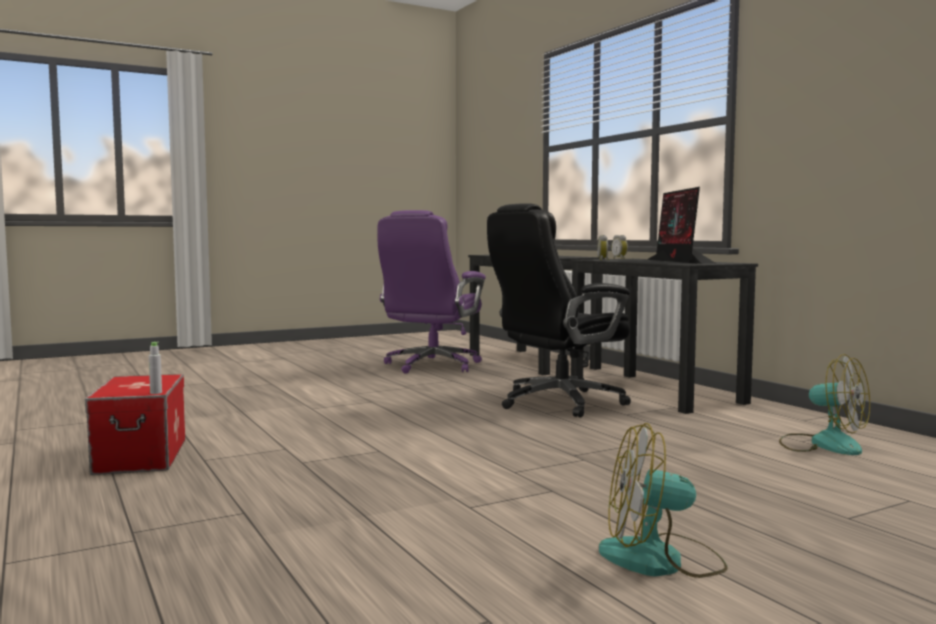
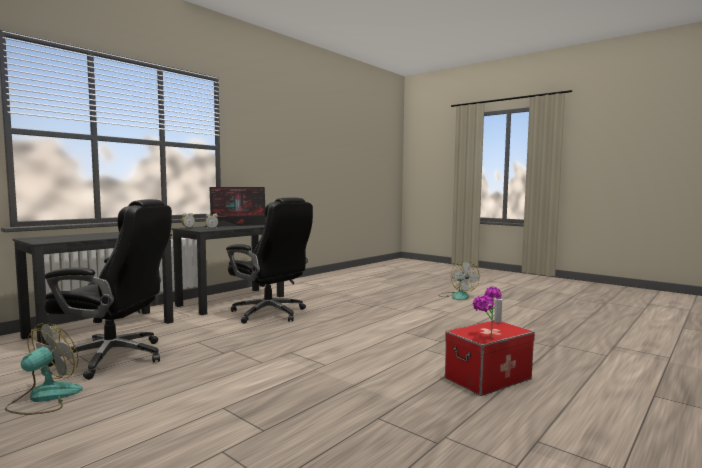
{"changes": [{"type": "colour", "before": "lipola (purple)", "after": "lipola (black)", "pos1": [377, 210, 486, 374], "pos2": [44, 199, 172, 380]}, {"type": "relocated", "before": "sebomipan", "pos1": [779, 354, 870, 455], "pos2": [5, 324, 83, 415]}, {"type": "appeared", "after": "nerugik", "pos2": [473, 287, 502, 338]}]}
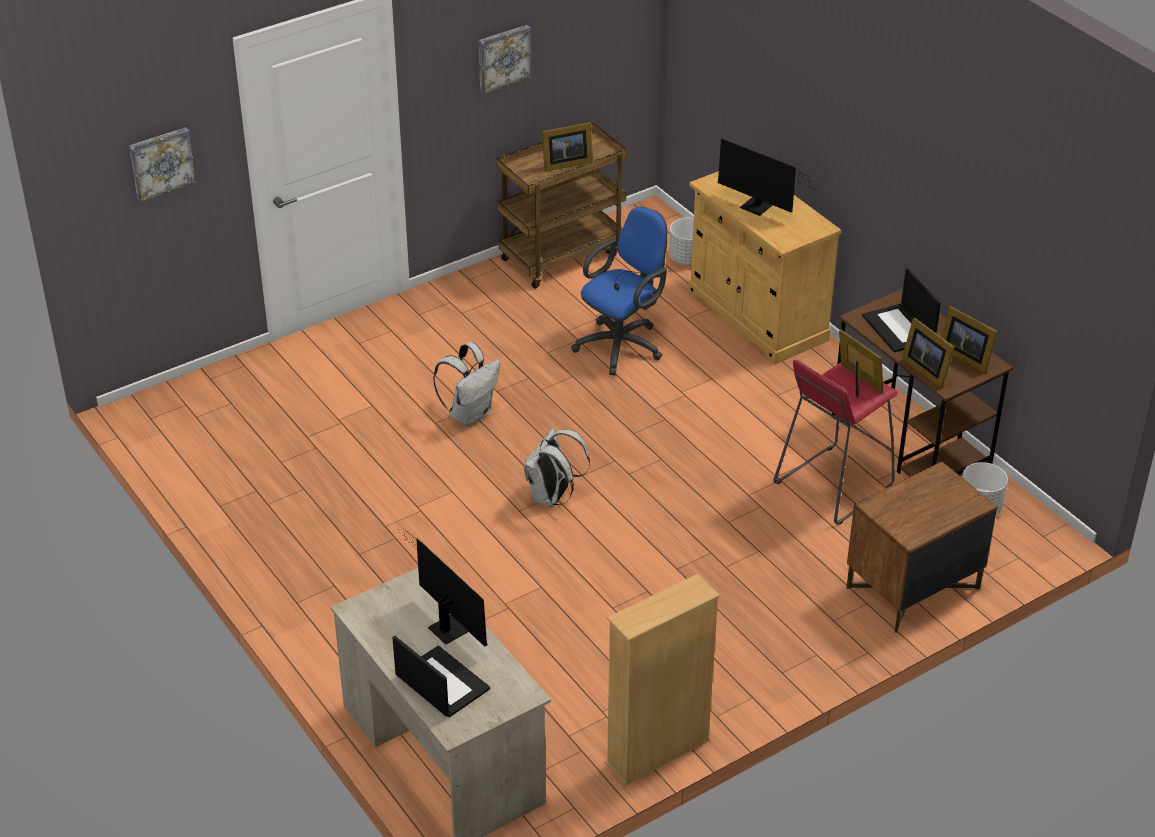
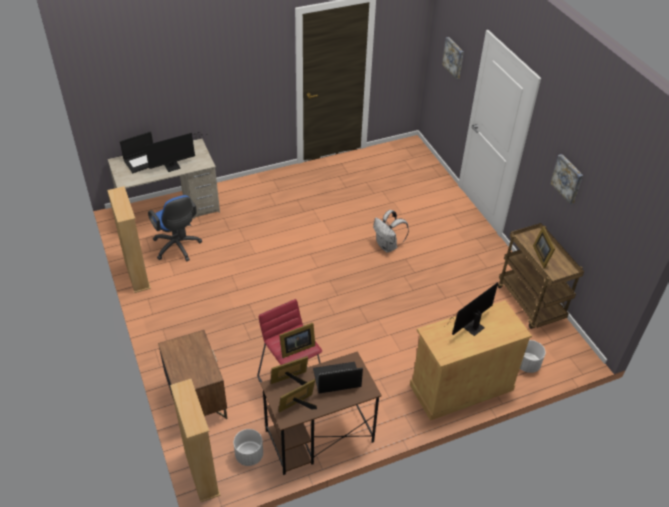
{"changes": [{"type": "missing", "before": "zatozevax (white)", "pos1": [524, 428, 590, 507]}, {"type": "relocated", "before": "lipola (blue)", "pos1": [571, 207, 667, 375], "pos2": [148, 195, 202, 261]}, {"type": "appeared", "after": "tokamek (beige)", "pos2": [170, 379, 220, 502]}]}
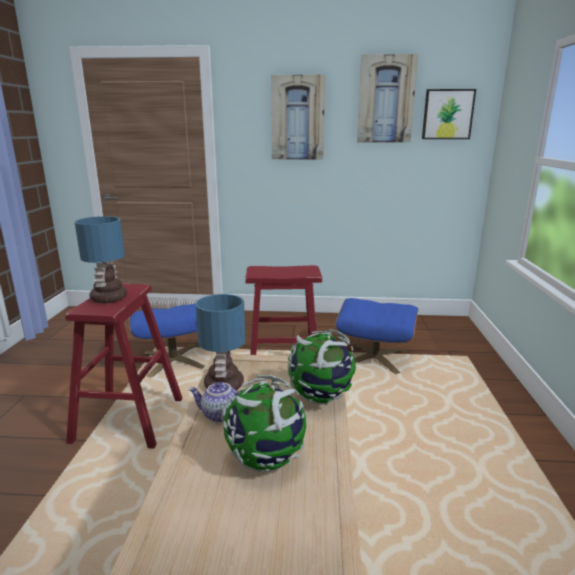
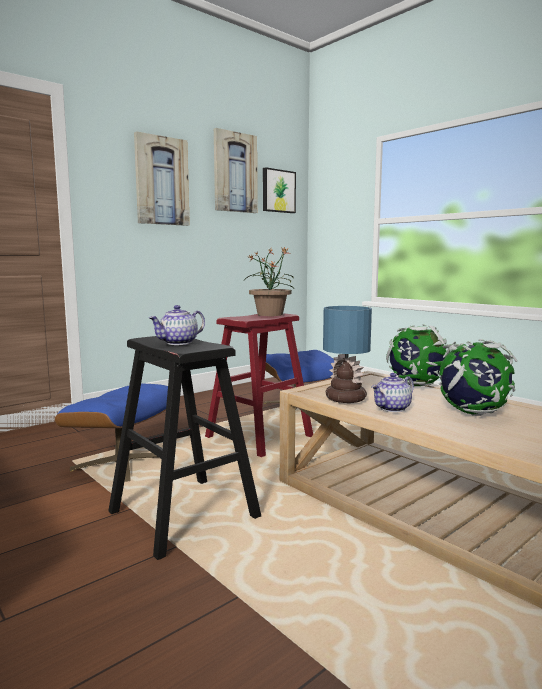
{"changes": [{"type": "colour", "before": "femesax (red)", "after": "femesax (black)", "pos1": [65, 283, 183, 449], "pos2": [108, 336, 261, 560]}, {"type": "exchanged", "before": "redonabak", "after": "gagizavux", "pos1": [75, 216, 127, 303], "pos2": [149, 305, 205, 345]}, {"type": "appeared", "after": "nerugik", "pos2": [244, 247, 294, 316]}]}
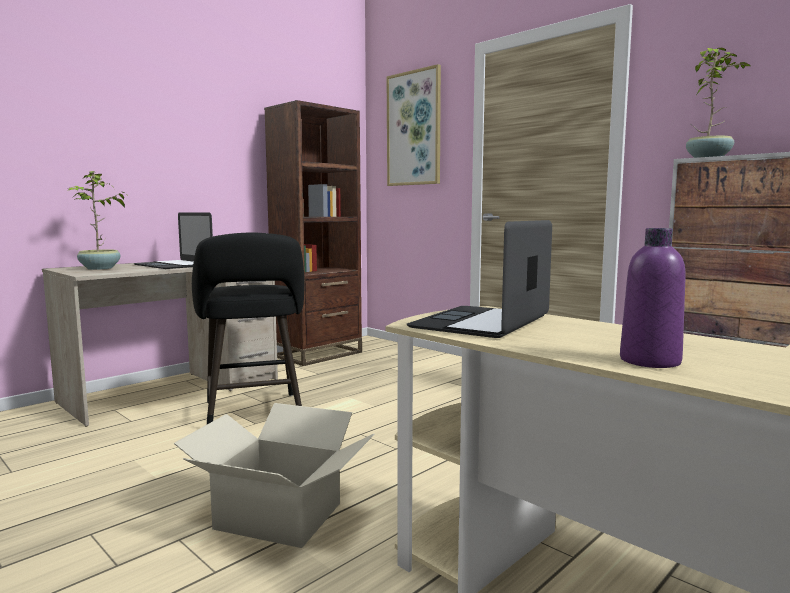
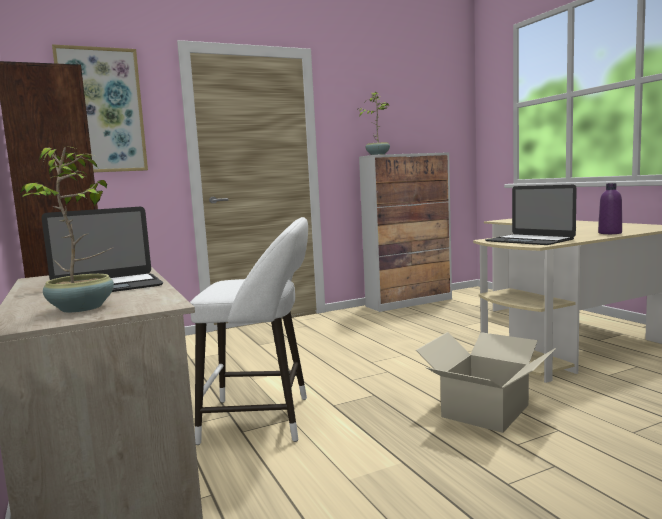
{"changes": [{"type": "colour", "before": "femesax (black)", "after": "femesax (white)", "pos1": [192, 233, 305, 424], "pos2": [190, 217, 308, 445]}]}
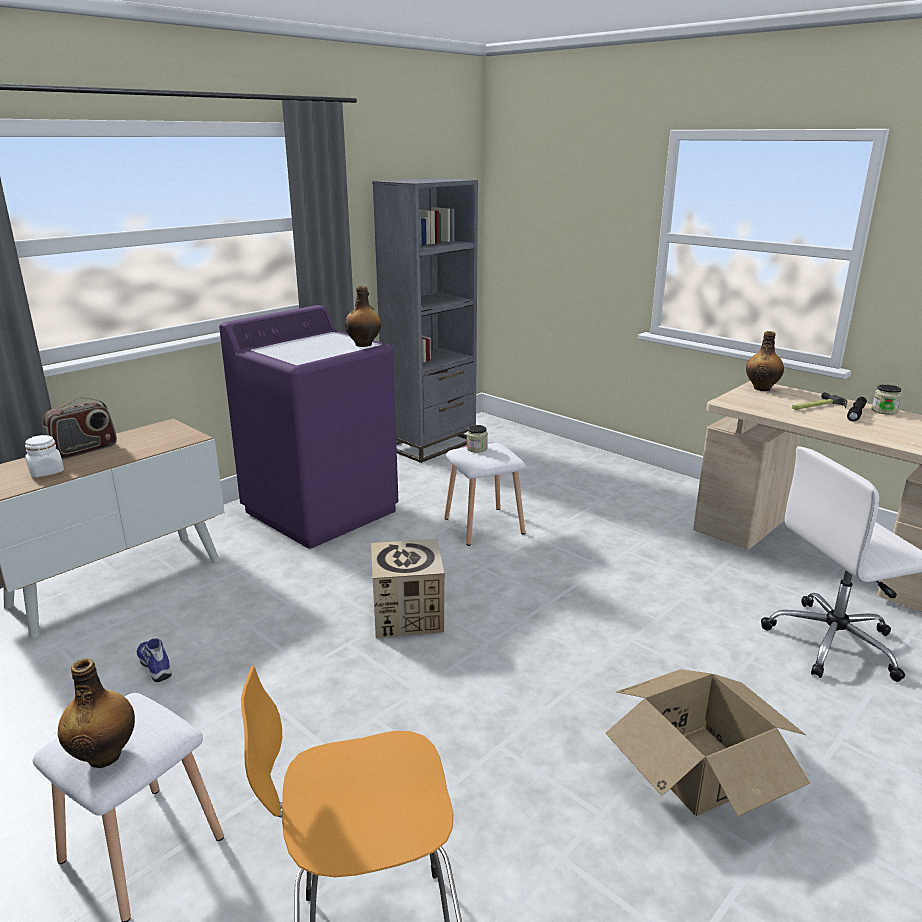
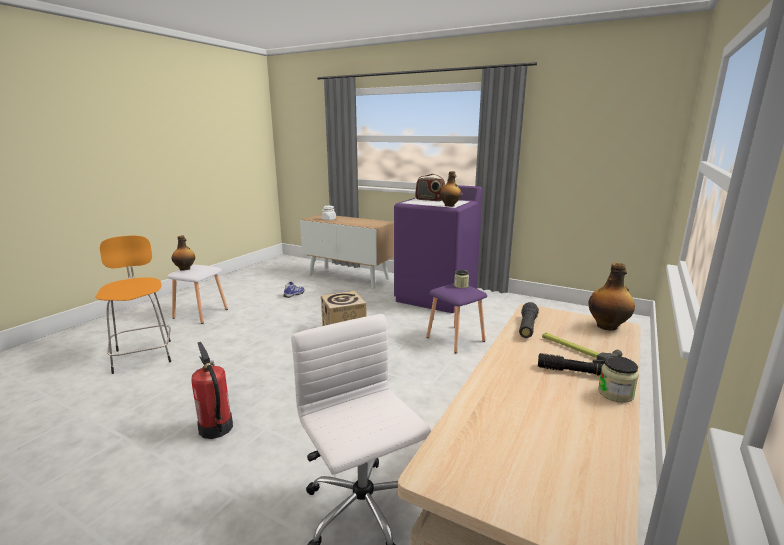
{"changes": [{"type": "relocated", "before": "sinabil", "pos1": [43, 398, 117, 460], "pos2": [415, 174, 445, 201]}, {"type": "missing", "before": "tokamek (grey)", "pos1": [372, 178, 478, 463]}, {"type": "colour", "before": "femesax (white)", "after": "femesax (purple)", "pos1": [444, 443, 526, 546], "pos2": [426, 283, 487, 353]}, {"type": "exchanged", "before": "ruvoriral", "after": "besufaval", "pos1": [606, 669, 810, 817], "pos2": [191, 342, 233, 439]}, {"type": "appeared", "after": "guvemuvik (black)", "pos2": [519, 302, 539, 338]}]}
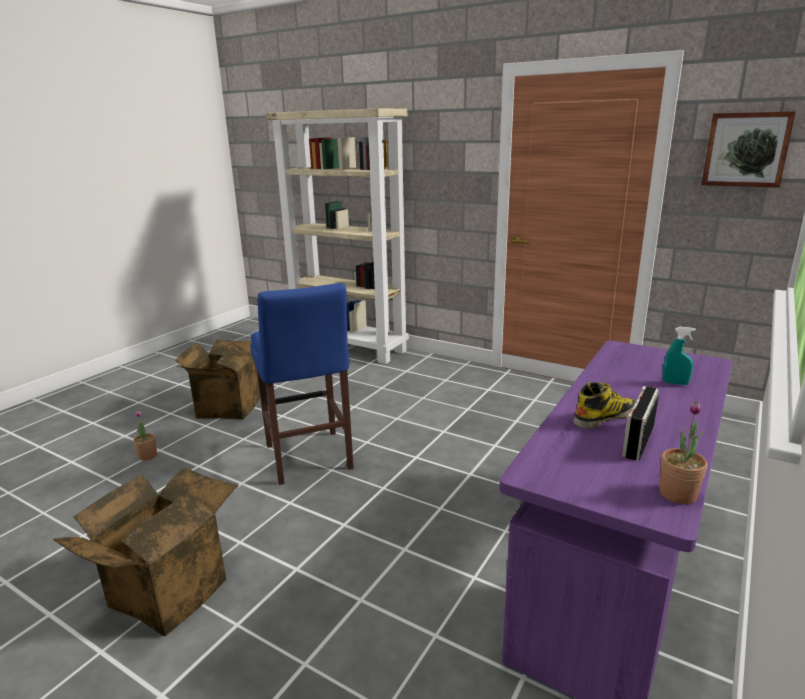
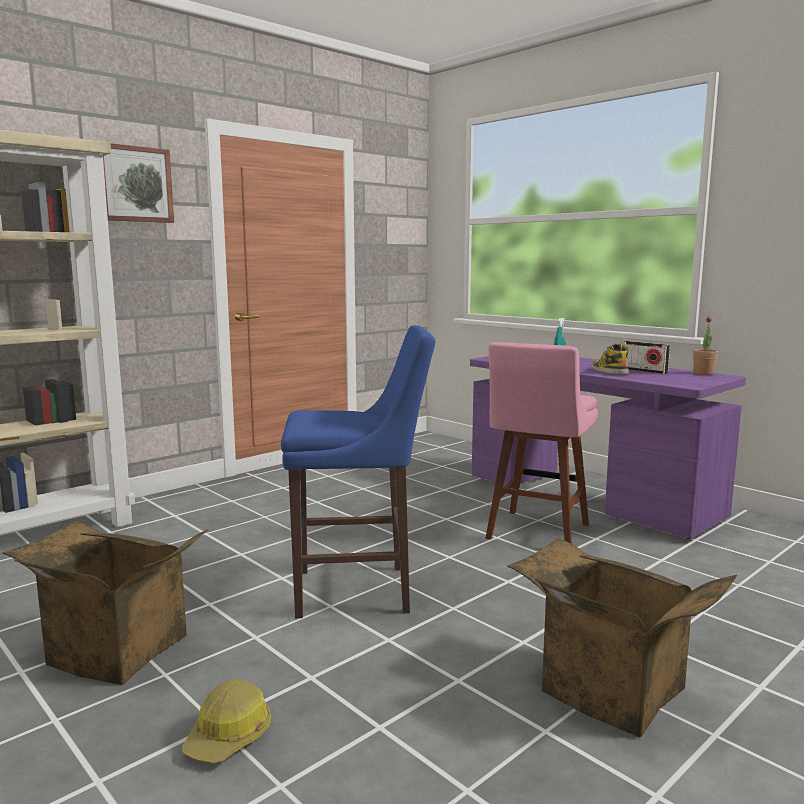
{"changes": [{"type": "exchanged", "before": "nerugik", "after": "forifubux", "pos1": [133, 411, 157, 461], "pos2": [182, 680, 271, 764]}, {"type": "relocated", "before": "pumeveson", "pos1": [701, 111, 796, 188], "pos2": [103, 143, 174, 223]}, {"type": "appeared", "after": "femesax (pink)", "pos2": [485, 342, 598, 544]}]}
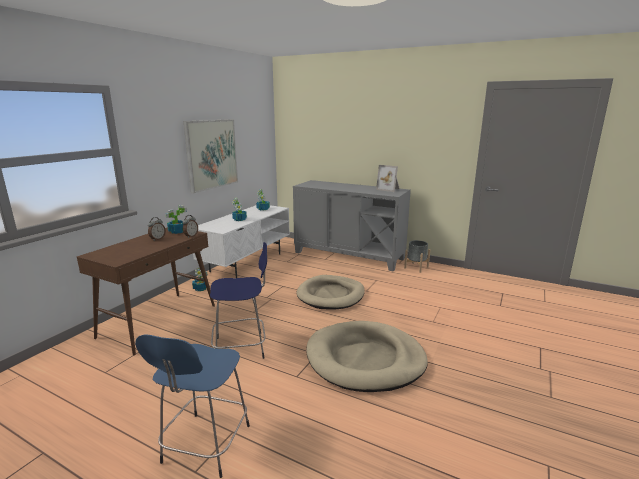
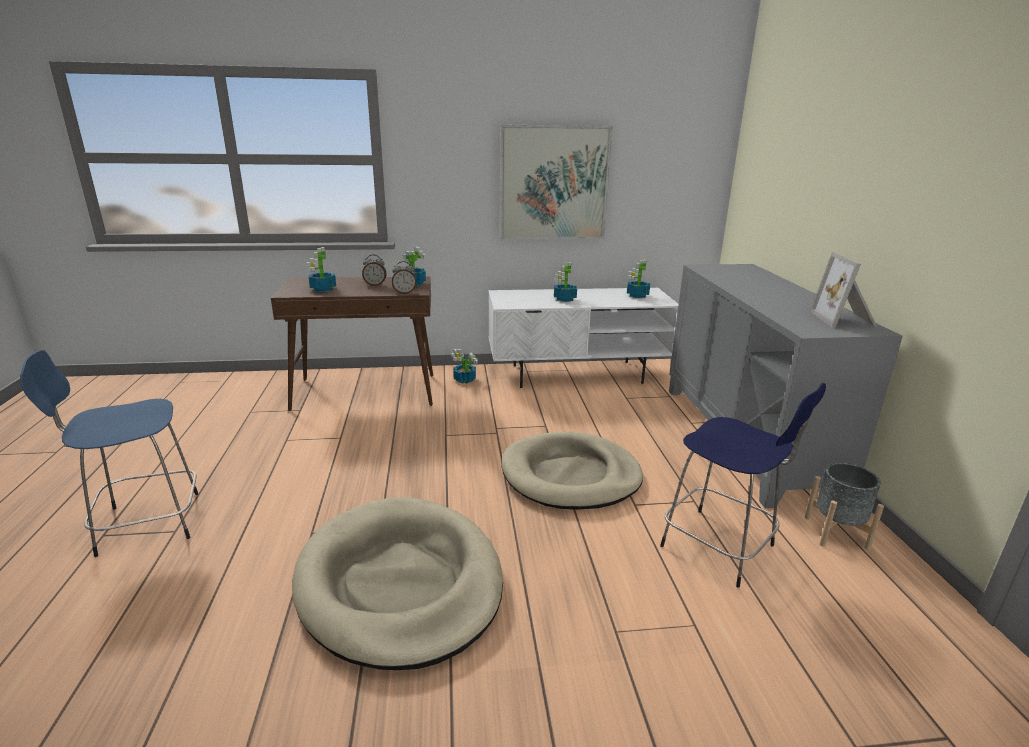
{"changes": [{"type": "relocated", "before": "femesax (blue)", "pos1": [210, 242, 267, 359], "pos2": [660, 383, 826, 588]}, {"type": "appeared", "after": "nerugik", "pos2": [307, 247, 336, 292]}]}
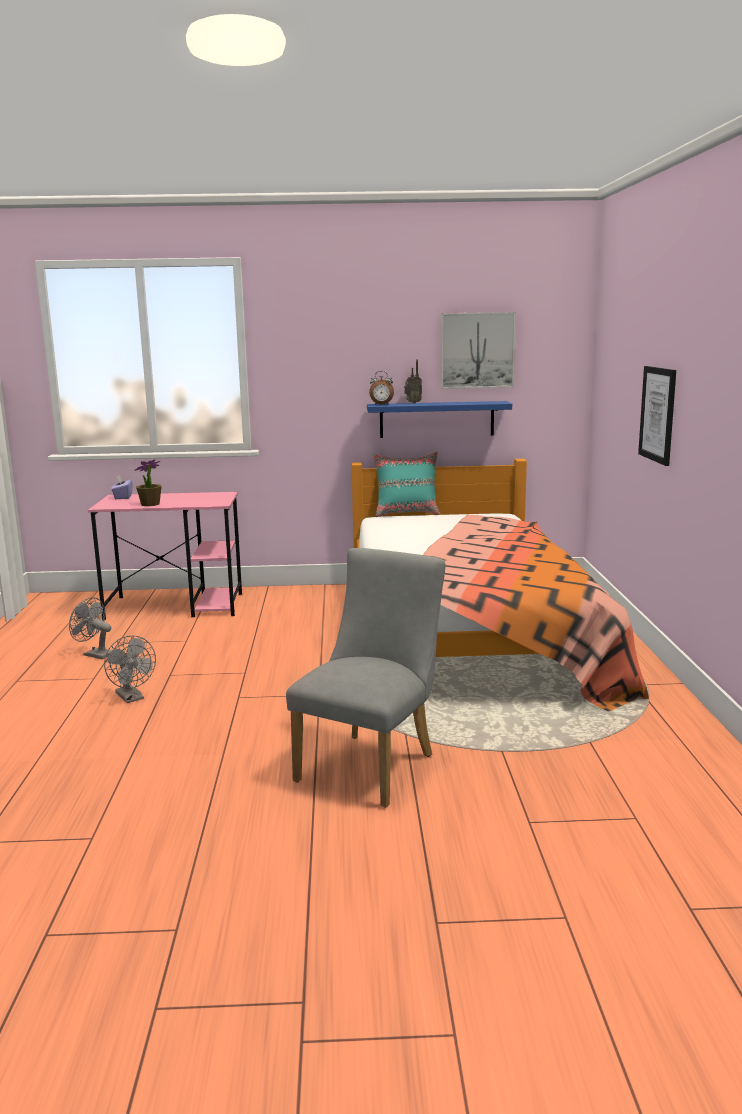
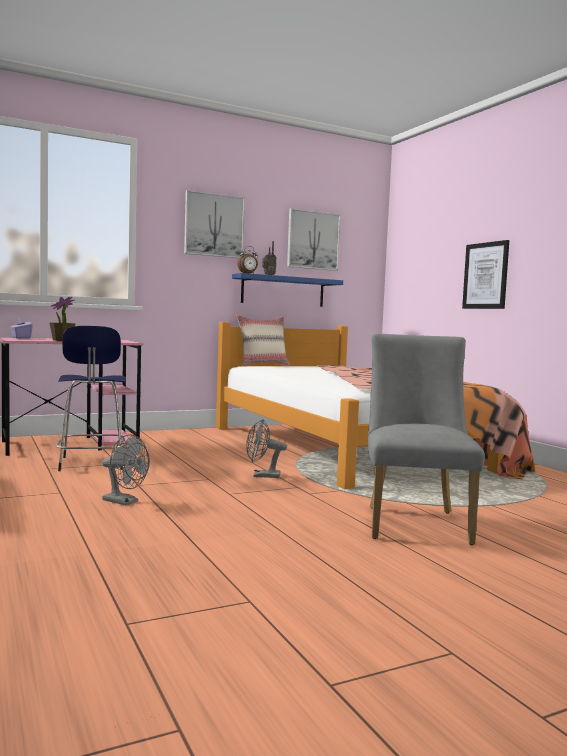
{"changes": [{"type": "relocated", "before": "sebomipan (grey)", "pos1": [69, 598, 112, 660], "pos2": [246, 419, 287, 478]}, {"type": "colour", "before": "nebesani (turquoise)", "after": "nebesani (beige)", "pos1": [373, 452, 440, 517], "pos2": [237, 315, 290, 366]}, {"type": "appeared", "after": "femesax (blue)", "pos2": [56, 326, 126, 471]}, {"type": "appeared", "after": "pumeveson", "pos2": [184, 190, 245, 258]}]}
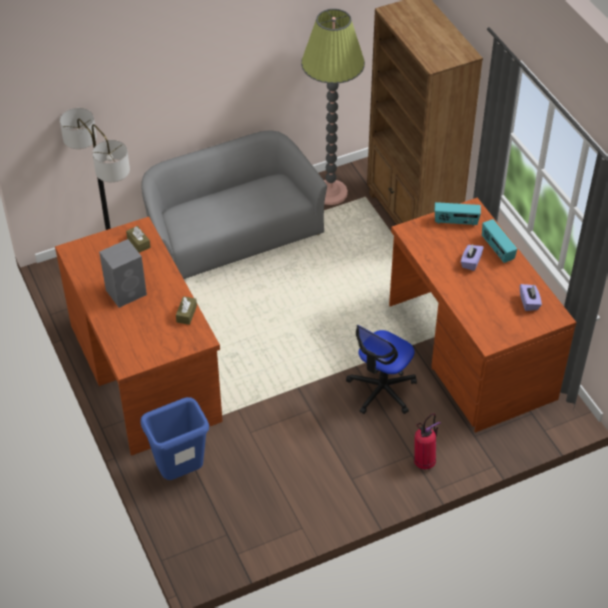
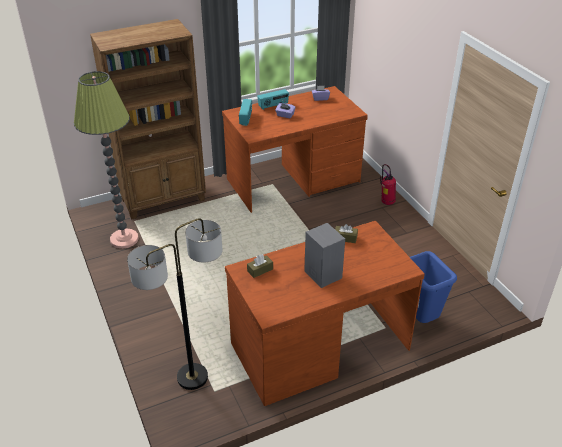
{"changes": [{"type": "missing", "before": "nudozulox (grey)", "pos1": [141, 130, 327, 279]}, {"type": "missing", "before": "lipola", "pos1": [346, 325, 417, 414]}]}
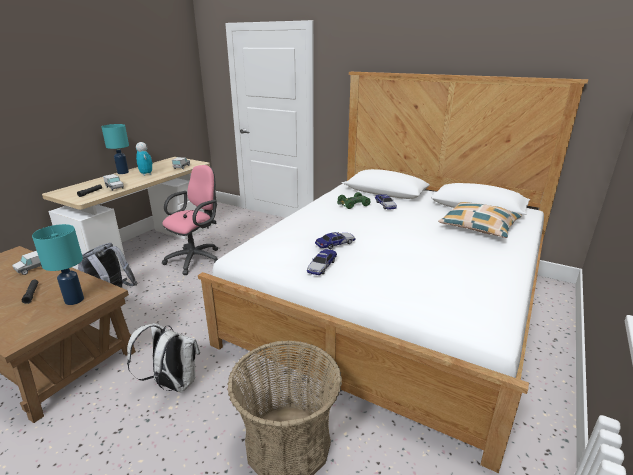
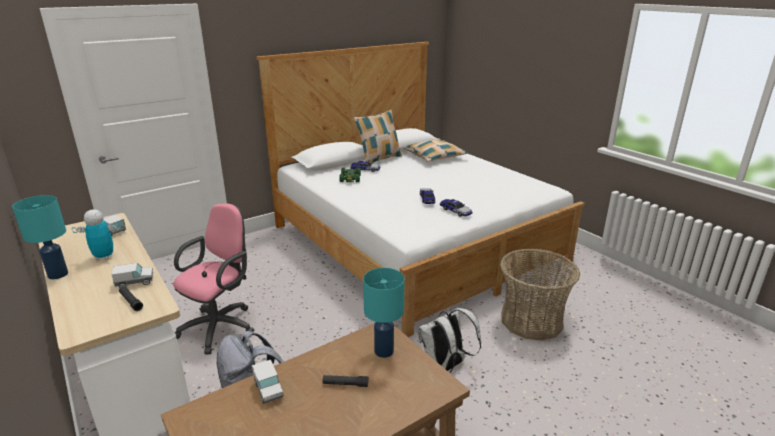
{"changes": [{"type": "spun", "before": "lipola (pink)", "pos1": [162, 165, 218, 275], "pos2": [173, 203, 254, 355], "turn": 60}, {"type": "appeared", "after": "nebesani", "pos2": [354, 110, 402, 163]}]}
